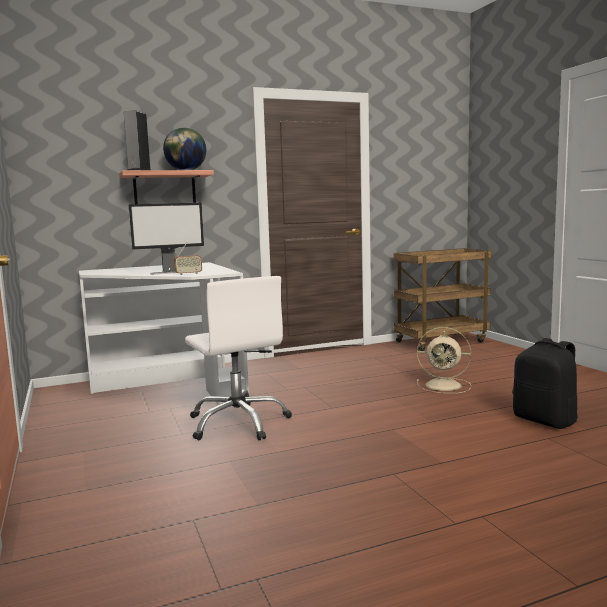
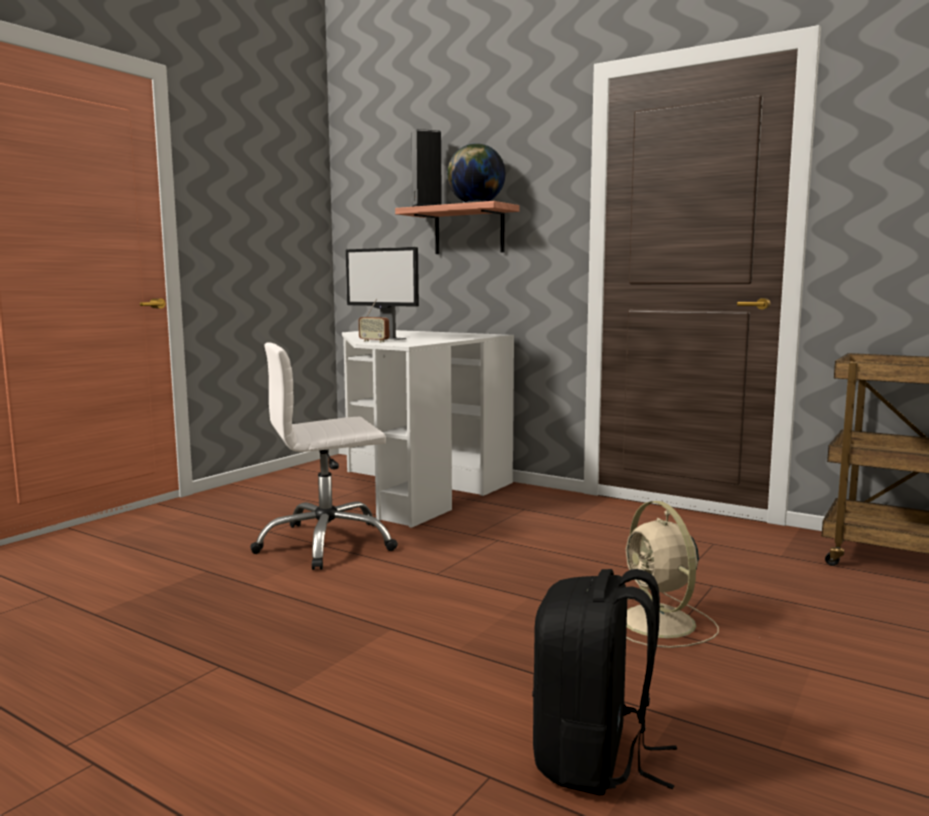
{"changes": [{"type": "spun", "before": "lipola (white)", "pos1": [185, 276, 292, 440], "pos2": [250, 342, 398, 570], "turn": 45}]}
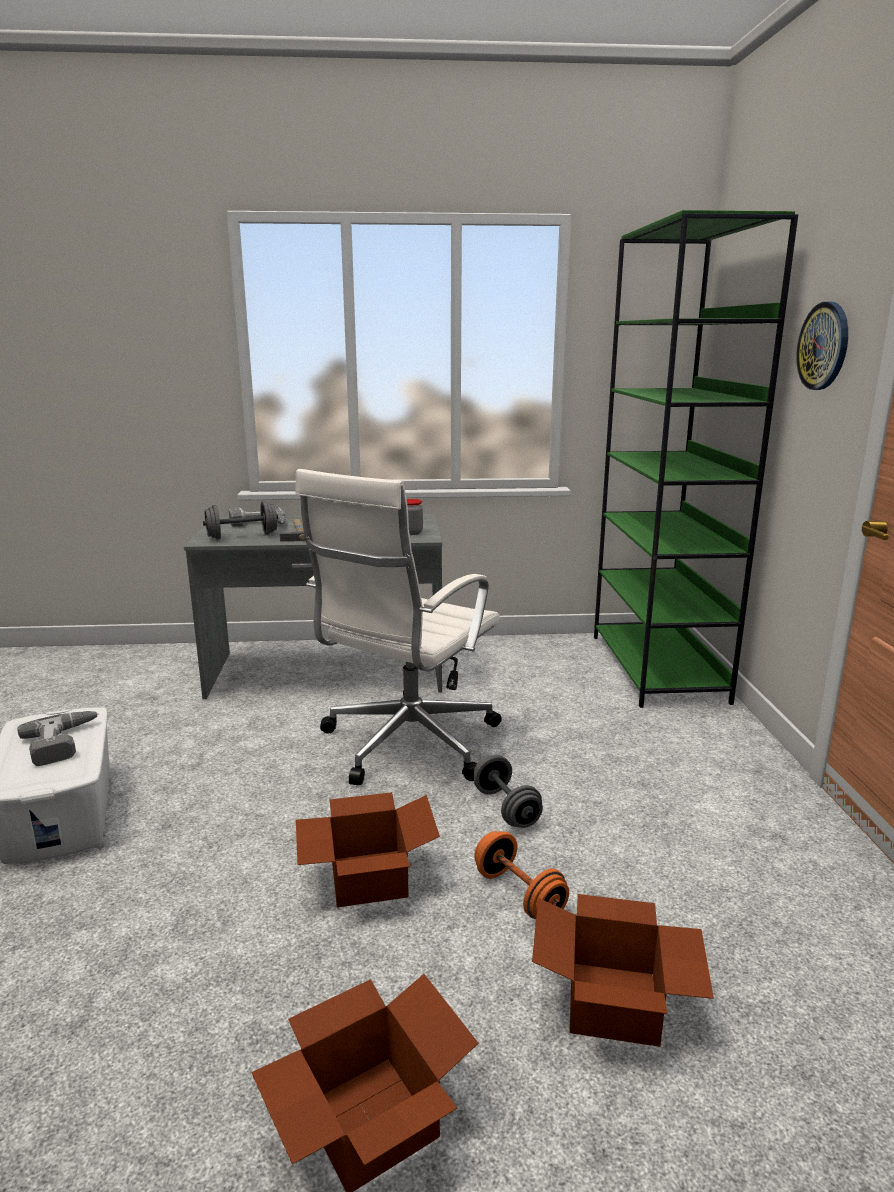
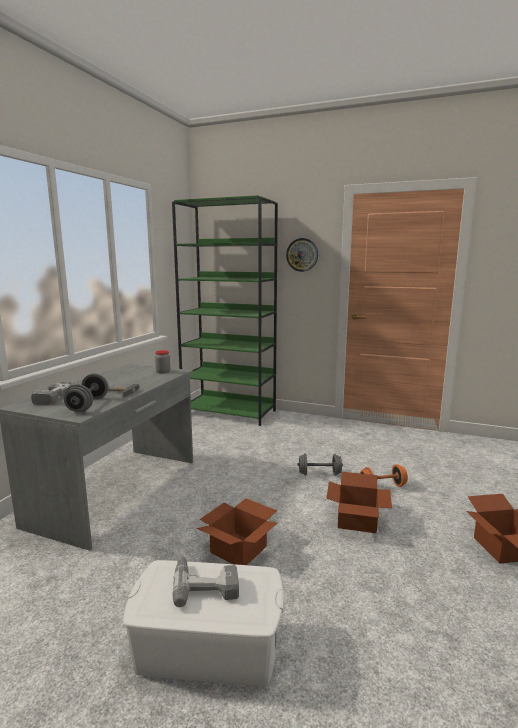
{"changes": [{"type": "missing", "before": "lipola (white)", "pos1": [295, 469, 502, 785]}, {"type": "relocated", "before": "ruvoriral", "pos1": [532, 894, 714, 1047], "pos2": [197, 498, 277, 565]}]}
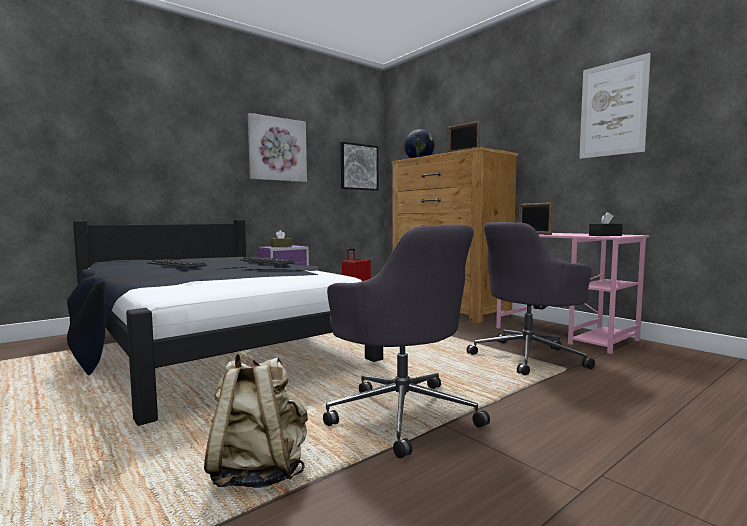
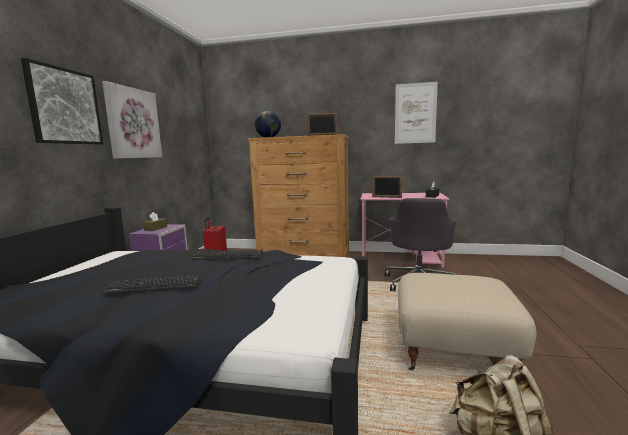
{"changes": [{"type": "exchanged", "before": "lipola (grey)", "after": "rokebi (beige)", "pos1": [323, 224, 490, 458], "pos2": [398, 273, 536, 370]}, {"type": "relocated", "before": "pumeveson", "pos1": [341, 142, 378, 191], "pos2": [21, 58, 103, 145]}]}
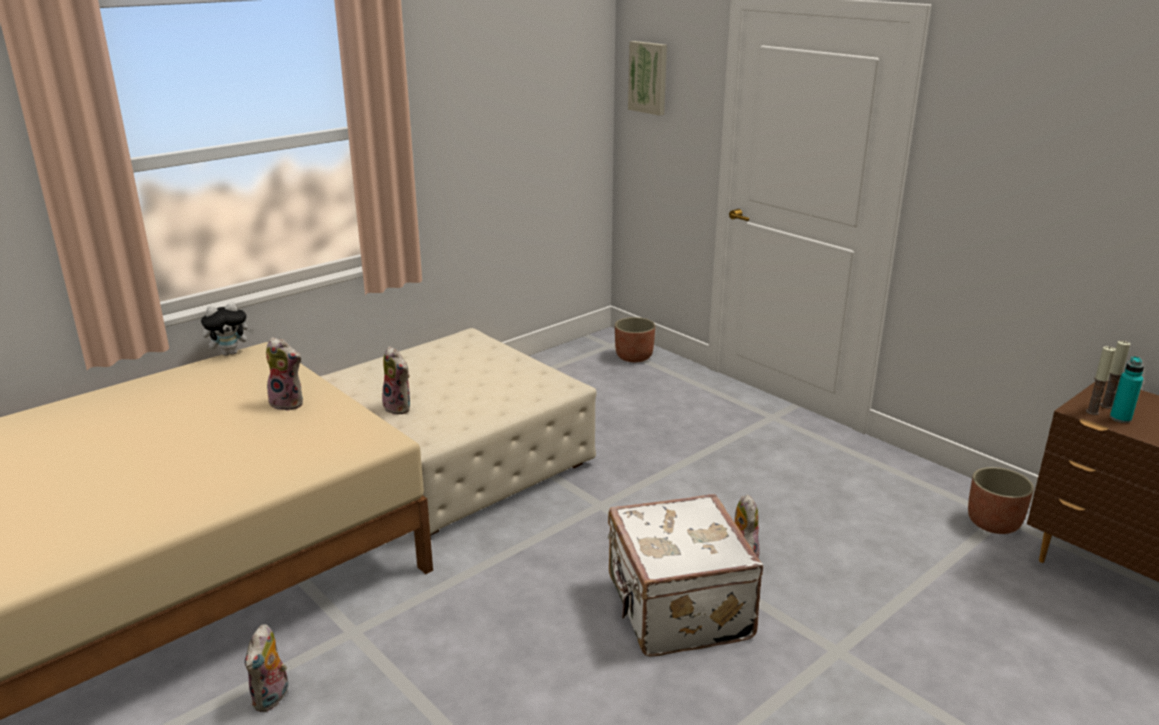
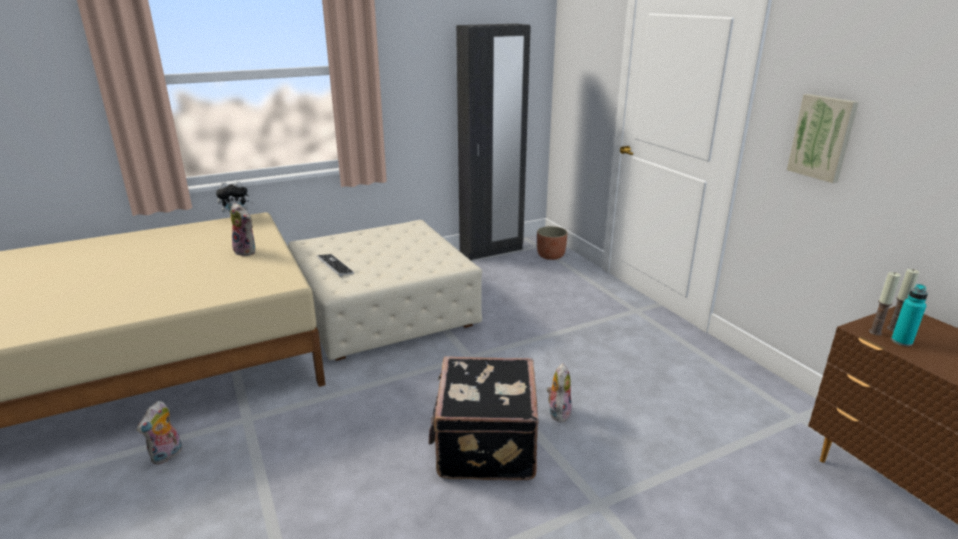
{"changes": [{"type": "exchanged", "before": "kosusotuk", "after": "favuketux", "pos1": [382, 346, 410, 415], "pos2": [317, 254, 355, 276]}, {"type": "colour", "before": "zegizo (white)", "after": "zegizo (black)", "pos1": [608, 494, 763, 657], "pos2": [429, 356, 539, 480]}, {"type": "relocated", "before": "pumeveson", "pos1": [628, 41, 667, 116], "pos2": [787, 94, 859, 183]}, {"type": "missing", "before": "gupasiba", "pos1": [968, 467, 1034, 534]}, {"type": "appeared", "after": "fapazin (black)", "pos2": [456, 24, 531, 260]}]}
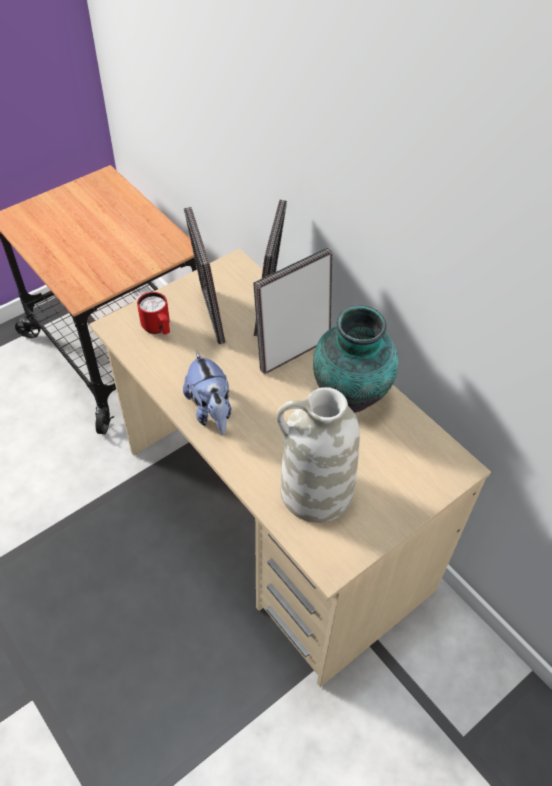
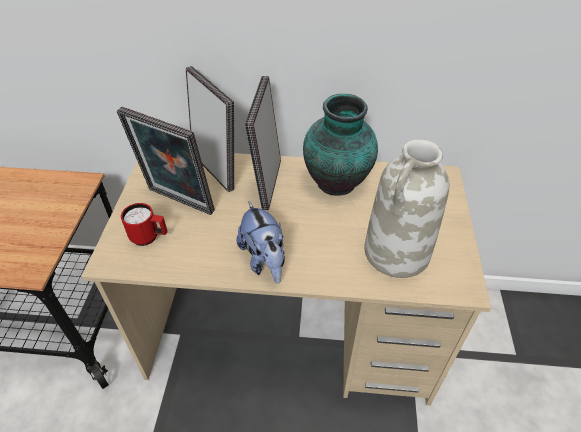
{"changes": [{"type": "spun", "before": "kosusotuk", "pos1": [183, 351, 231, 435], "pos2": [237, 202, 285, 284], "turn": 45}]}
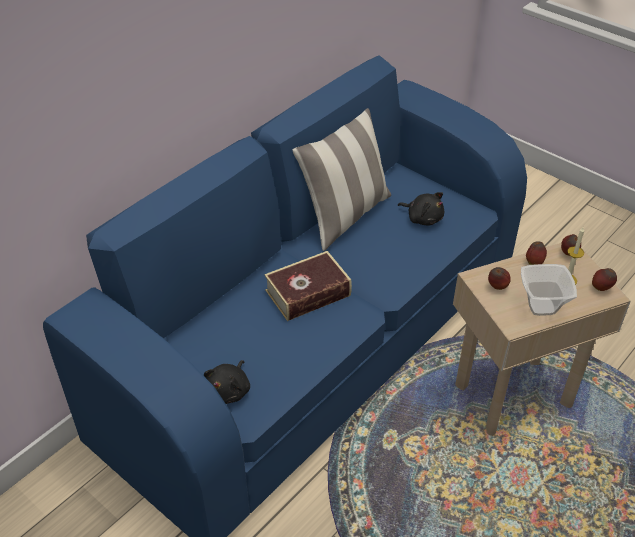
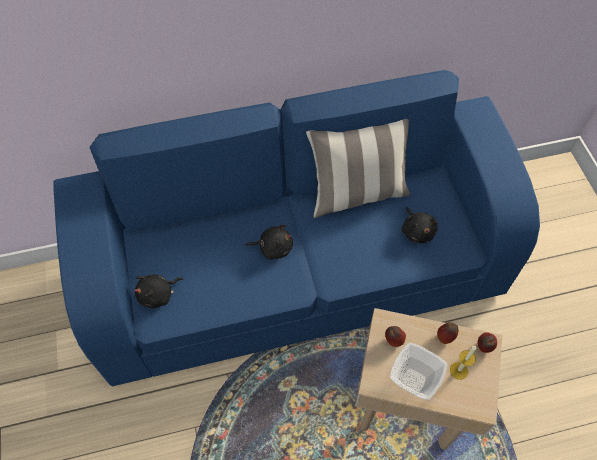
{"changes": [{"type": "exchanged", "before": "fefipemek", "after": "kosusotuk (black)", "pos1": [264, 251, 352, 321], "pos2": [245, 224, 293, 260]}, {"type": "missing", "before": "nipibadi", "pos1": [592, 268, 617, 291]}]}
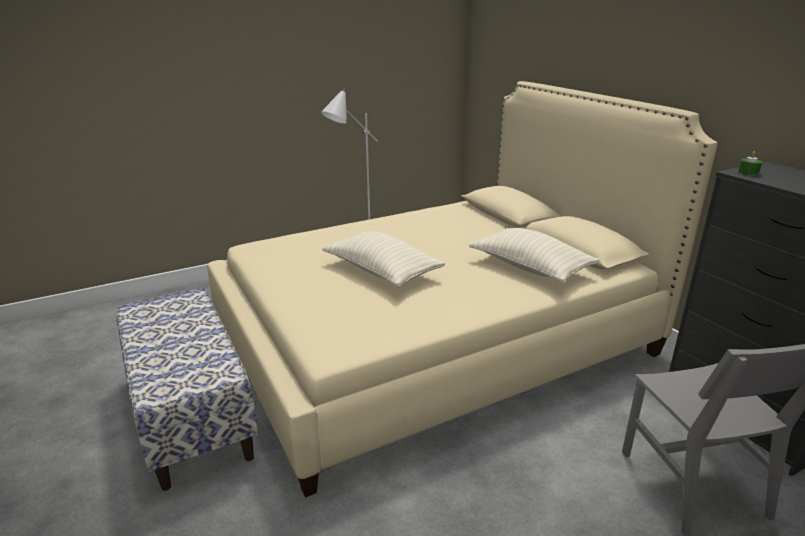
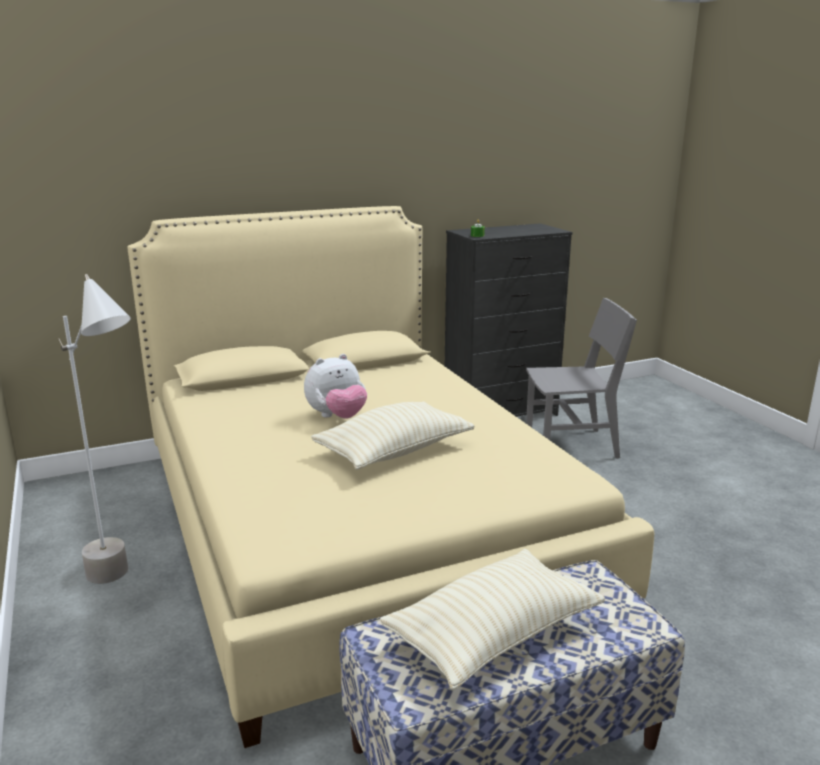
{"changes": [{"type": "relocated", "before": "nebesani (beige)", "pos1": [469, 228, 600, 283], "pos2": [380, 549, 605, 690]}, {"type": "appeared", "after": "kosusotuk", "pos2": [304, 354, 367, 419]}]}
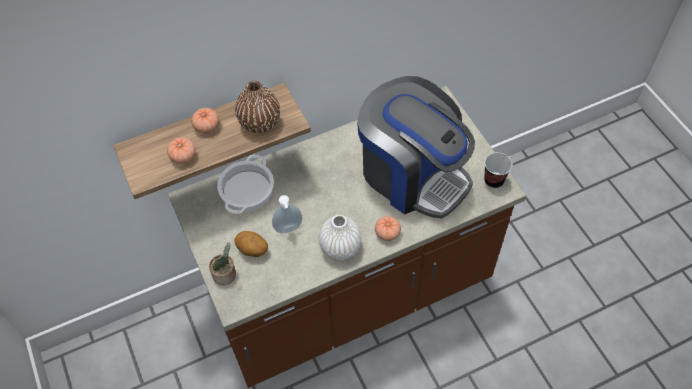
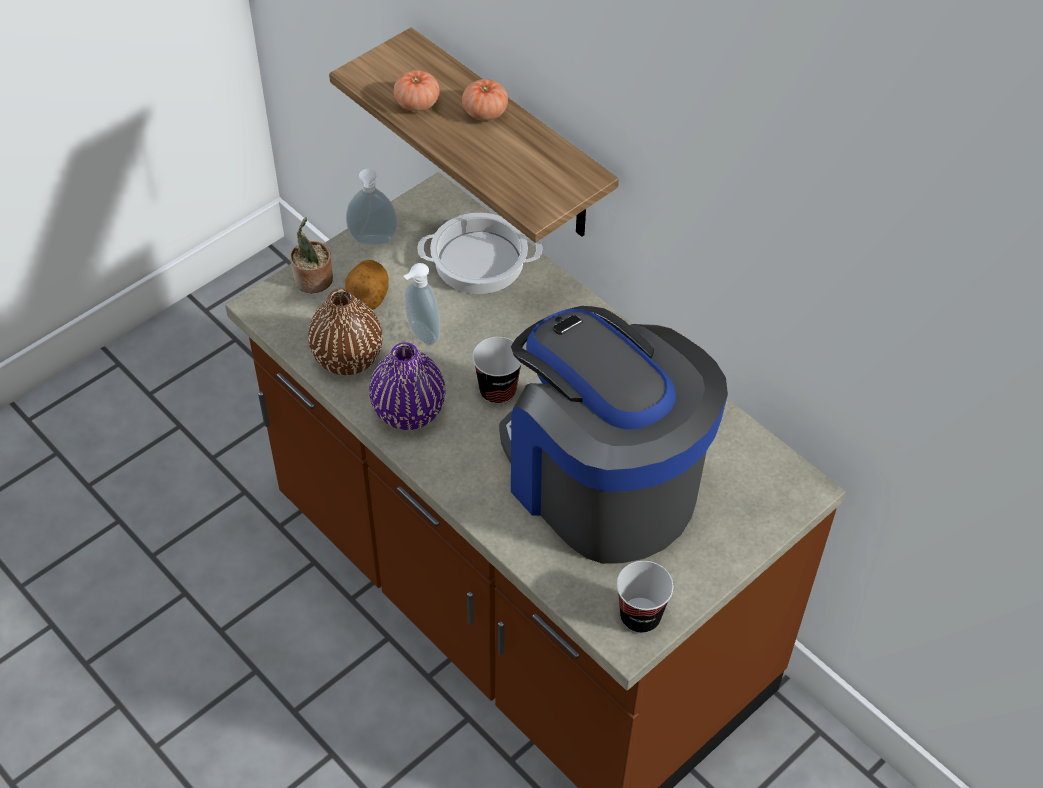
{"changes": [{"type": "relocated", "before": "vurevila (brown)", "pos1": [235, 81, 280, 133], "pos2": [308, 289, 383, 375]}, {"type": "colour", "before": "vurevila (white)", "after": "vurevila (purple)", "pos1": [319, 215, 362, 260], "pos2": [369, 342, 445, 430]}, {"type": "spun", "before": "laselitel", "pos1": [357, 76, 475, 219], "pos2": [499, 306, 728, 564], "turn": 120}, {"type": "missing", "before": "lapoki", "pos1": [375, 216, 401, 241]}, {"type": "appeared", "after": "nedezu", "pos2": [346, 169, 398, 245]}, {"type": "appeared", "after": "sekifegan", "pos2": [472, 337, 522, 405]}]}
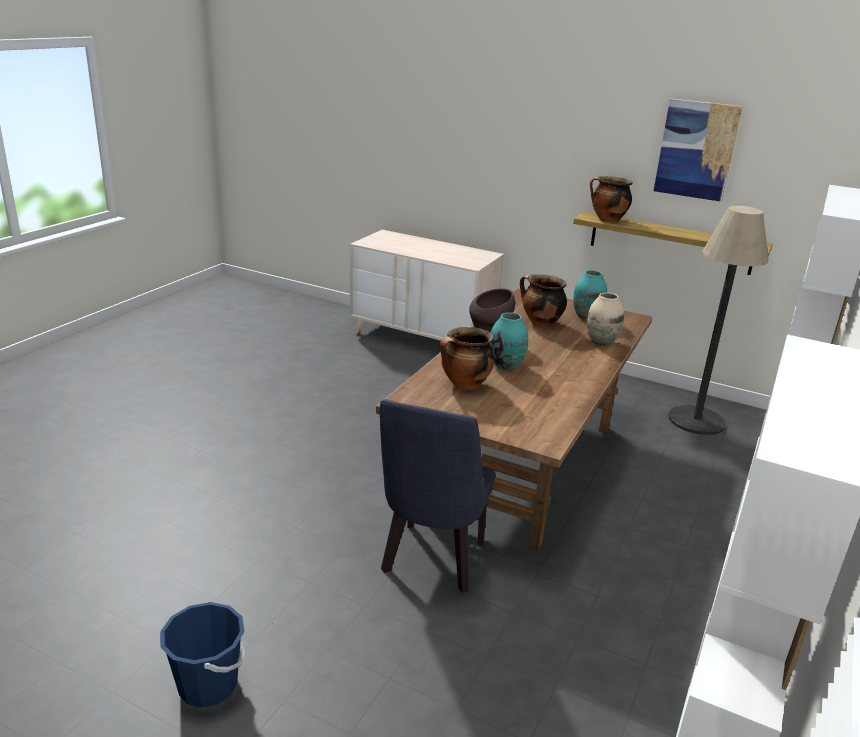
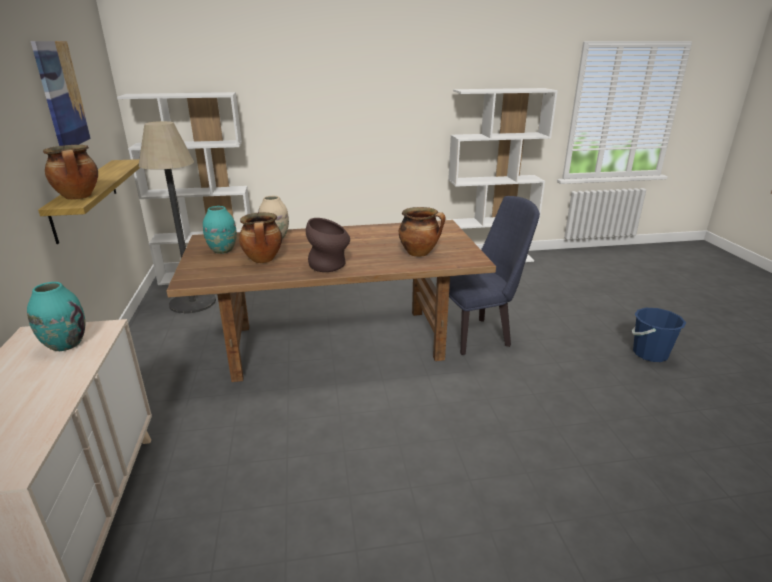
{"changes": [{"type": "relocated", "before": "vurevila (turquoise)", "pos1": [490, 312, 528, 370], "pos2": [27, 282, 85, 351]}]}
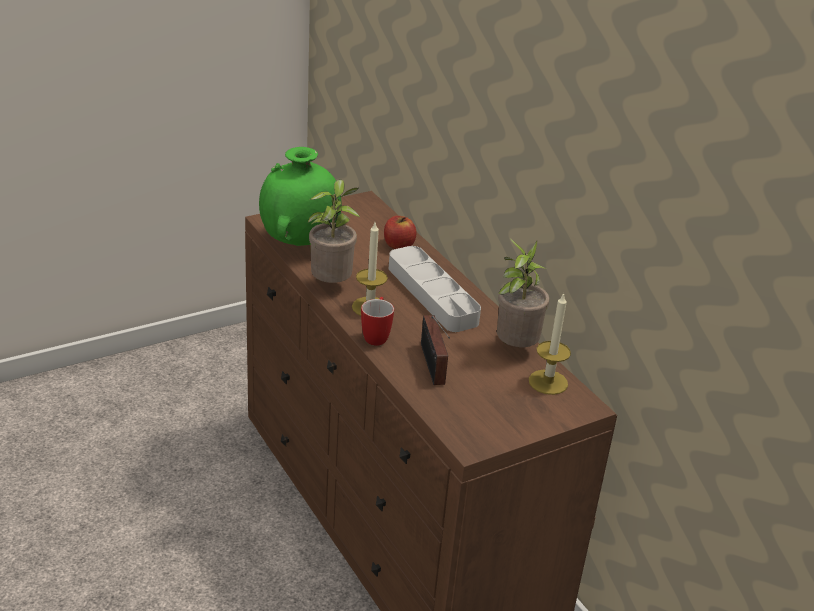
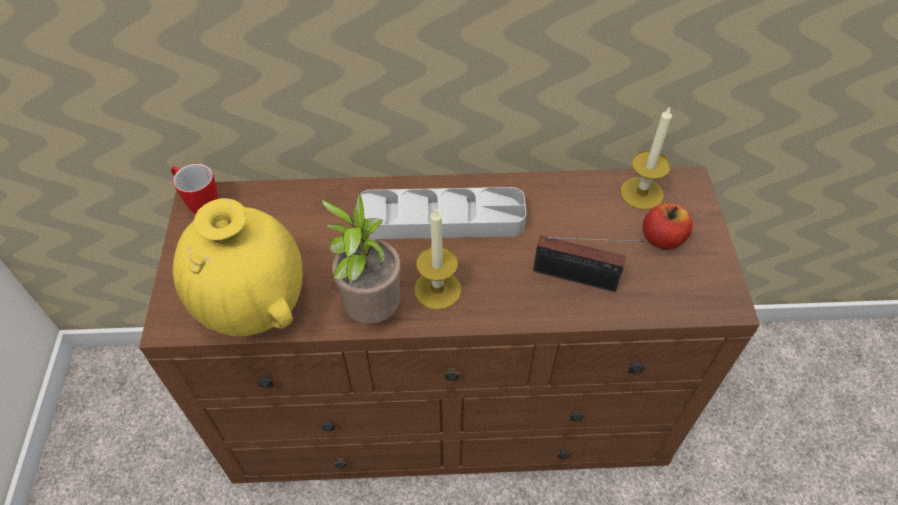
{"changes": [{"type": "colour", "before": "vurevila (green)", "after": "vurevila (yellow)", "pos1": [259, 147, 342, 246], "pos2": [173, 198, 302, 337]}, {"type": "relocated", "before": "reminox", "pos1": [361, 297, 394, 346], "pos2": [171, 164, 218, 214]}, {"type": "relocated", "before": "nipibadi", "pos1": [384, 216, 416, 249], "pos2": [643, 204, 693, 250]}, {"type": "missing", "before": "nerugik", "pos1": [497, 238, 550, 347]}]}
